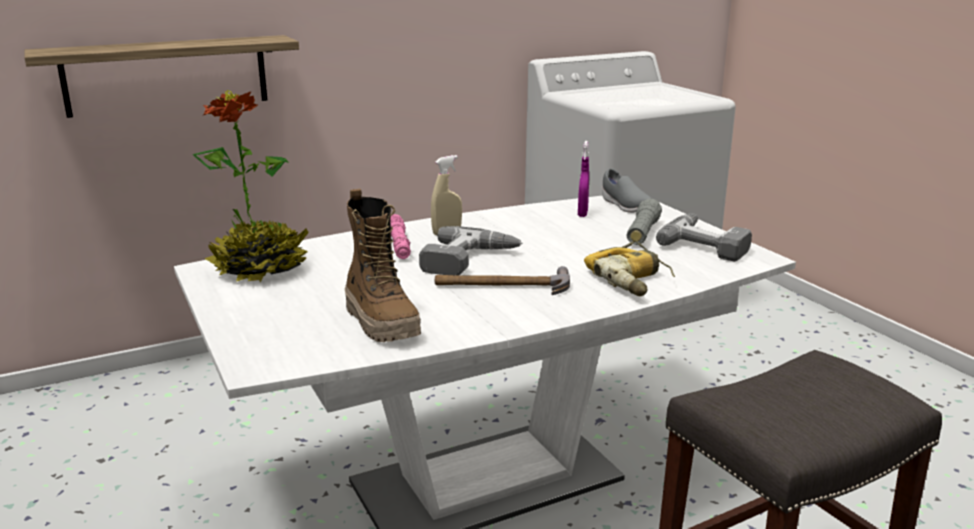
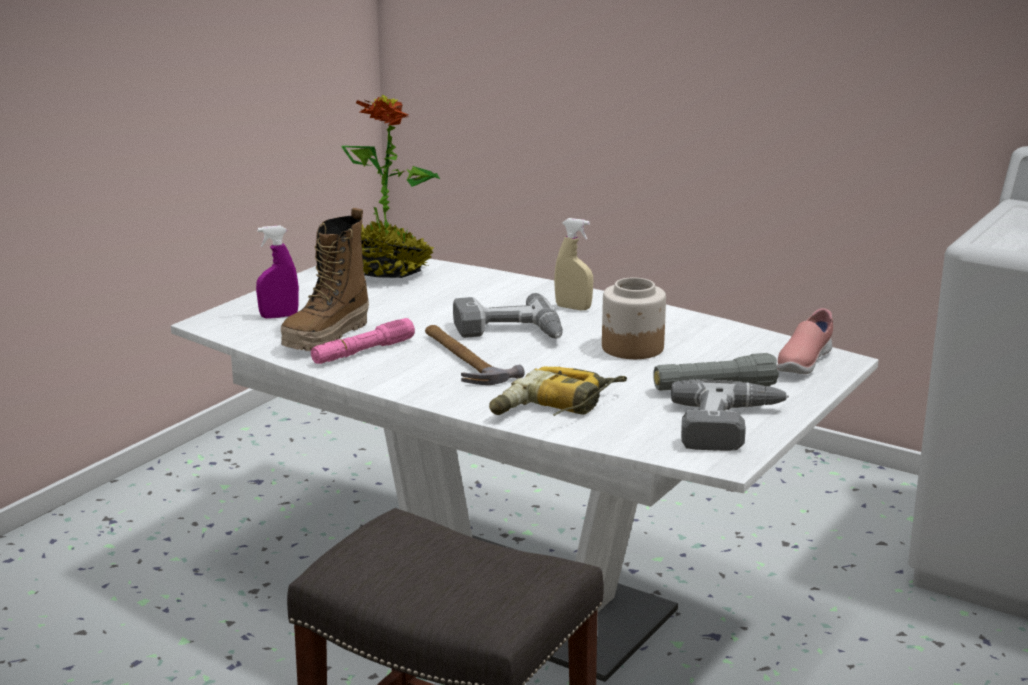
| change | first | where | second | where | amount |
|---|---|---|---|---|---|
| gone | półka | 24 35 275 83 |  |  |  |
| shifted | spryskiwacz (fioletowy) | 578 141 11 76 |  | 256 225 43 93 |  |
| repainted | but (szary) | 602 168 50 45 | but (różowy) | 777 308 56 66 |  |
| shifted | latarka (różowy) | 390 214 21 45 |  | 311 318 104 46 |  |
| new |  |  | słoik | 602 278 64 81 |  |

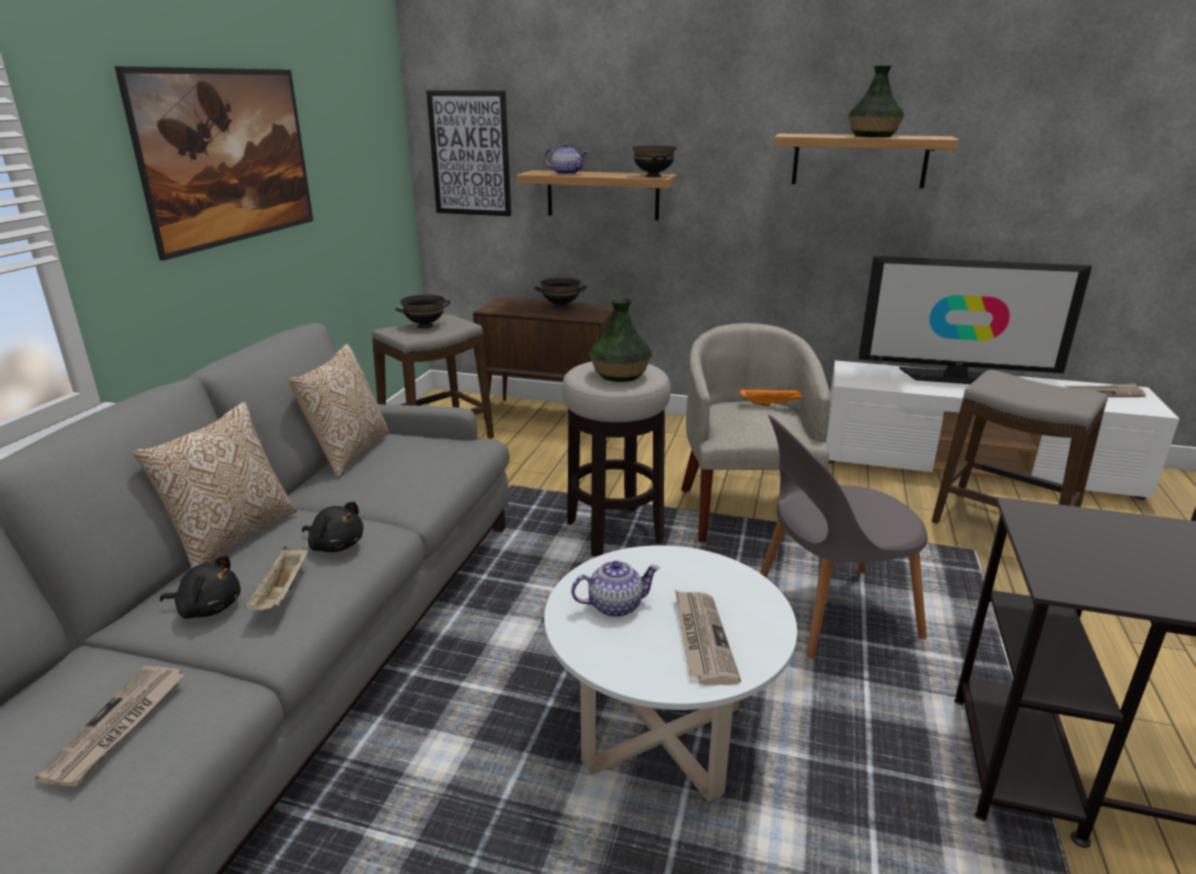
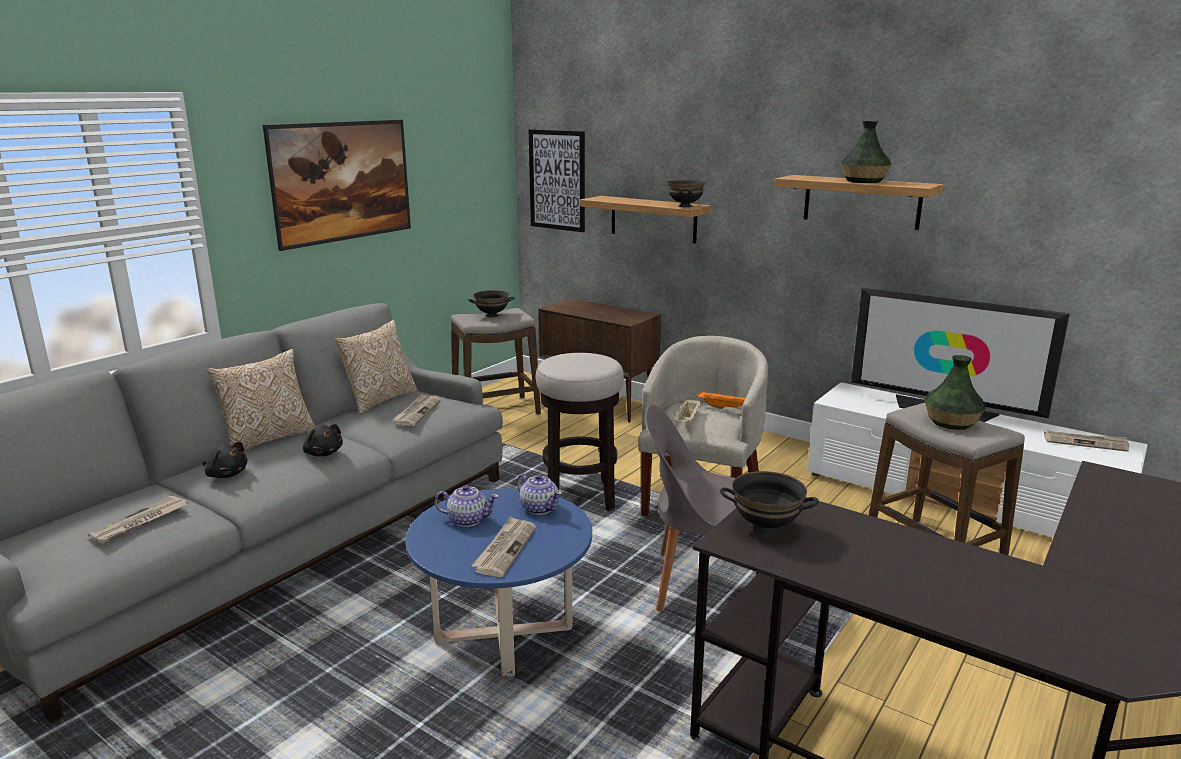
| change | first | where | second | where | amount |
|---|---|---|---|---|---|
| shifted | imbryk | 545 144 43 31 |  | 517 474 45 41 |  |
| shifted | miska (czarny) | 534 277 53 32 |  | 720 471 99 64 |  |
| shifted | wazon | 589 298 63 84 |  | 924 355 62 75 |  |
| repainted | ława (biały) | 544 545 253 257 | ława (niebieski) | 405 489 187 188 |  |
| shifted | taca (beżowy) | 245 546 63 64 |  | 673 398 28 24 |  |
| new |  |  | gazeta | 392 394 49 32 |  |

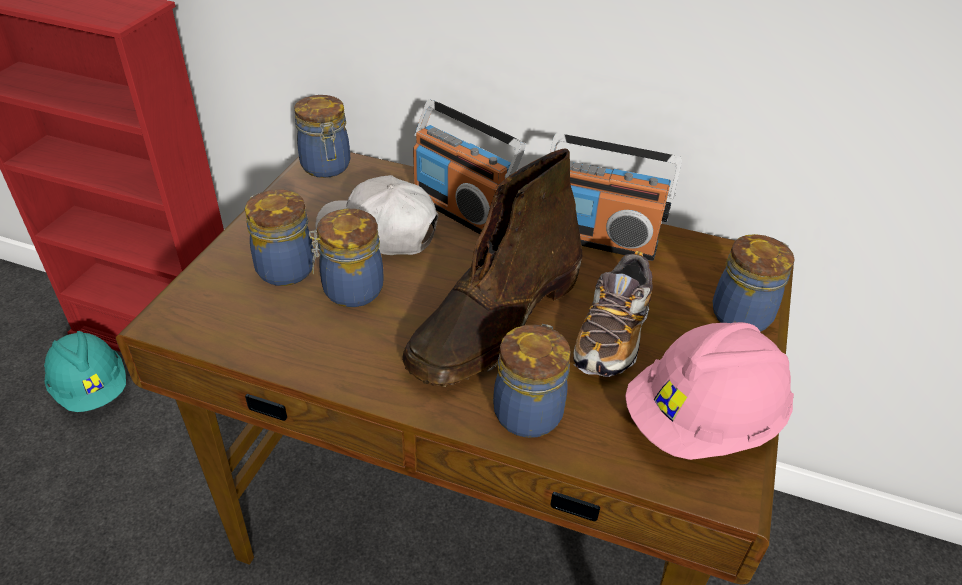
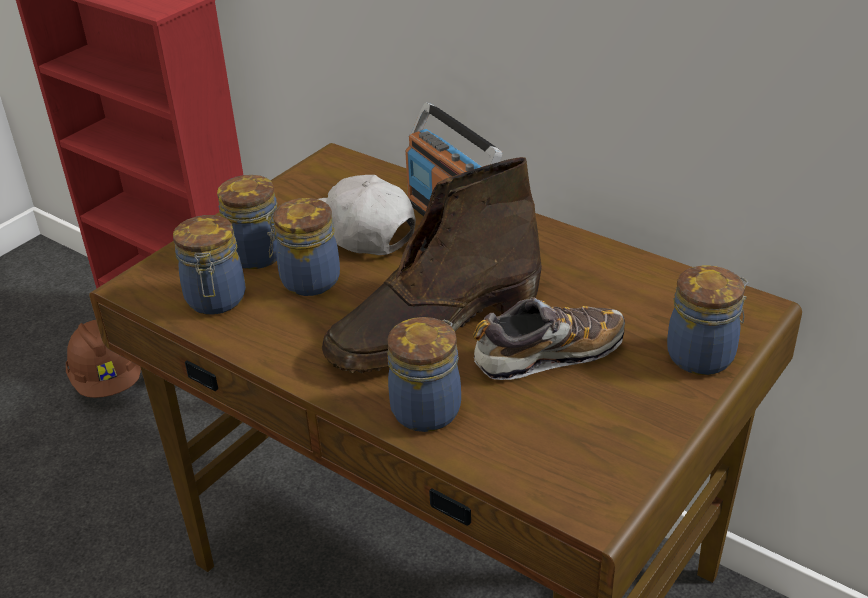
| change | first | where | second | where | amount |
|---|---|---|---|---|---|
| shifted | słoik | 294 95 56 83 |  | 173 215 73 100 |  |
| gone | radio | 550 133 132 128 |  |  |  |
| rotated | but | 573 251 80 126 |  | 473 297 152 83 | 150 degrees counterclockwise |
| gone | kask (różowy) | 625 322 169 138 |  |  |  |
| repainted | kask (turkusowy) | 44 331 82 81 | kask (brązowy) | 66 320 75 78 |  |

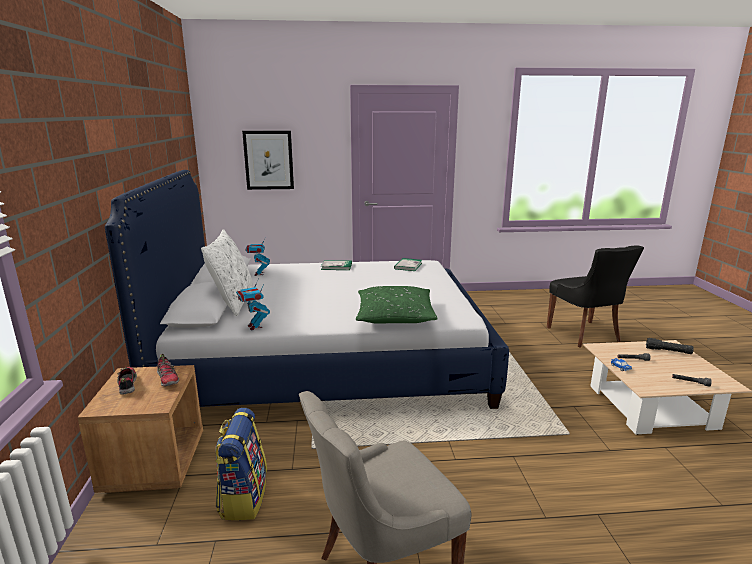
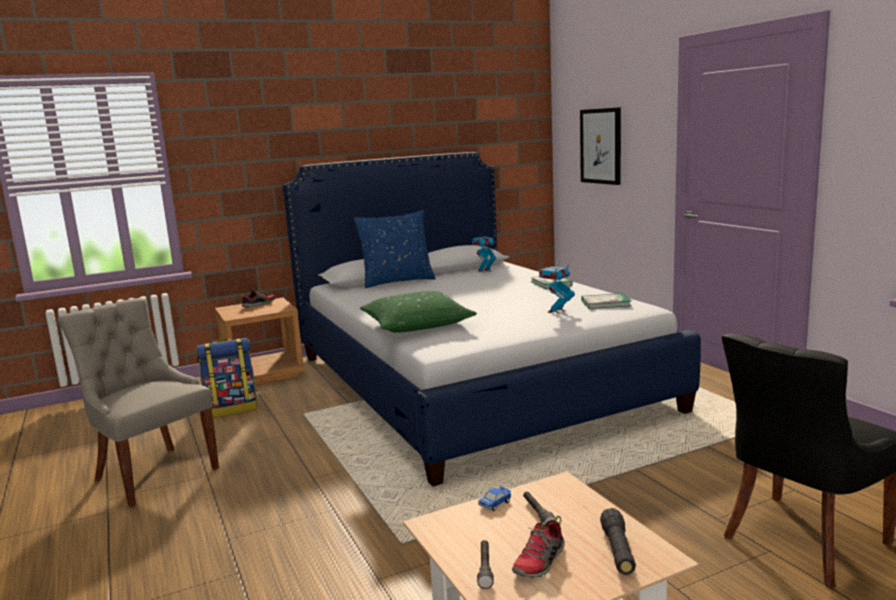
| change | first | where | second | where | amount |
|---|---|---|---|---|---|
| repainted | poduszka (biały) | 201 229 52 87 | poduszka (niebieski) | 354 210 82 78 |  |
| shifted | robot zabawkowy | 236 278 34 52 |  | 539 259 36 55 |  |
| shifted | but | 157 354 22 32 |  | 512 516 53 62 |  |

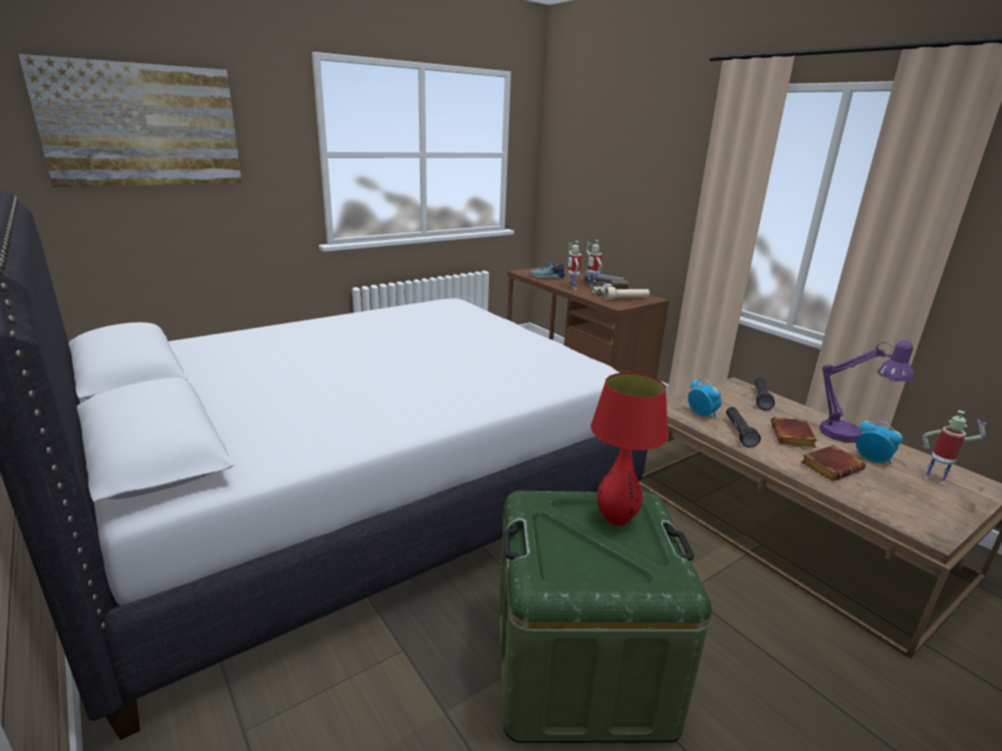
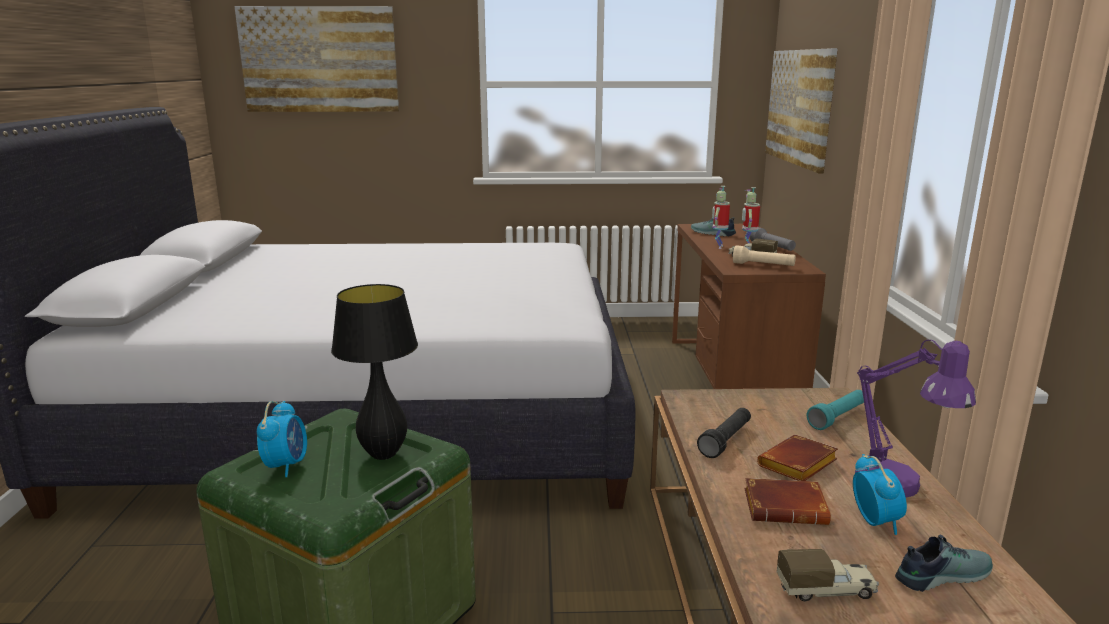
| change | first | where | second | where | amount |
|---|---|---|---|---|---|
| repainted | lampa stołowa (czerwony) | 591 373 77 153 | lampa stołowa (czarny) | 331 284 87 176 |  |
| repainted | latarka (czarny) | 755 378 20 32 | latarka (turkusowy) | 807 390 57 40 |  |
| shifted | budzik | 688 379 34 40 |  | 257 401 50 76 |  |
| swapped | robot zabawkowy | 922 410 64 75 | but | 895 535 98 57 |  |
| new |  |  | obraz | 765 48 73 126 |  |
| new |  |  | ciężarówka zabawkowa | 777 549 102 52 |  |

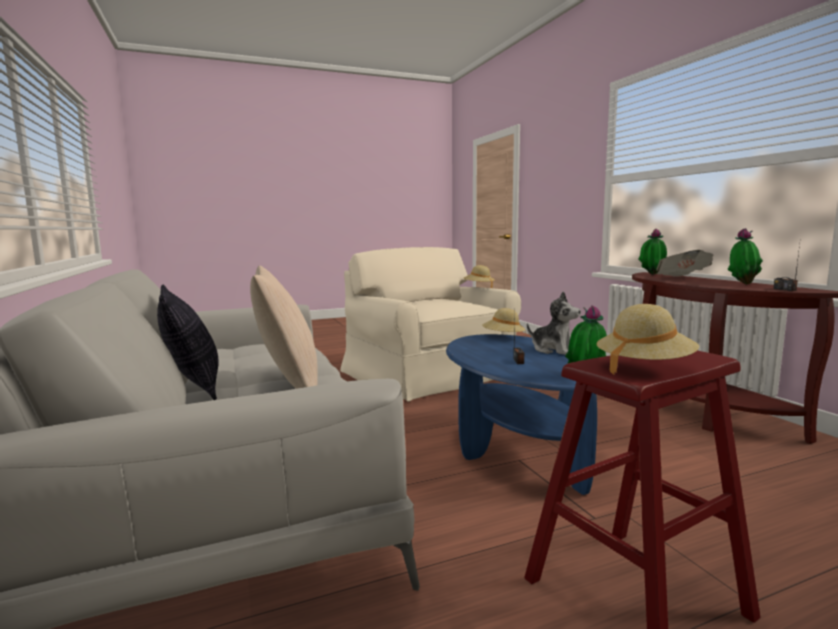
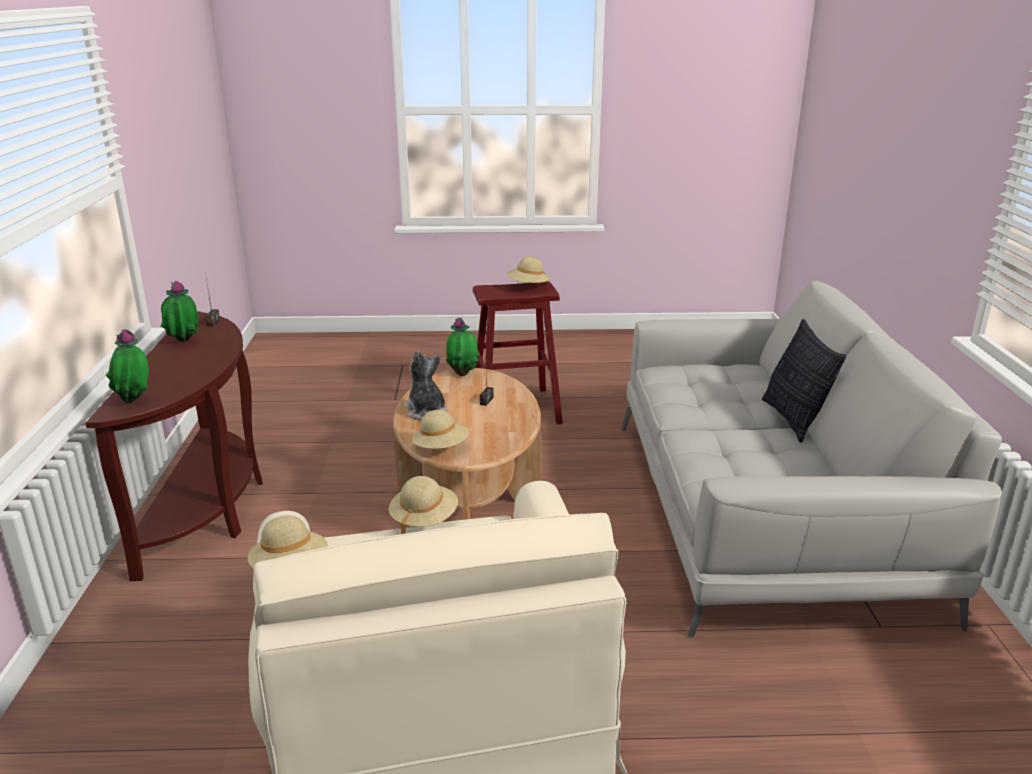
| change | first | where | second | where | amount |
|---|---|---|---|---|---|
| gone | gazeta | 656 250 57 27 |  |  |  |
| gone | poduszka (beżowy) | 250 266 68 123 |  |  |  |
| repainted | ława (niebieski) | 446 334 151 161 | ława (brązowy) | 393 368 149 152 |  |
| new |  |  | kapelusz (beżowy) | 389 476 69 58 |  |

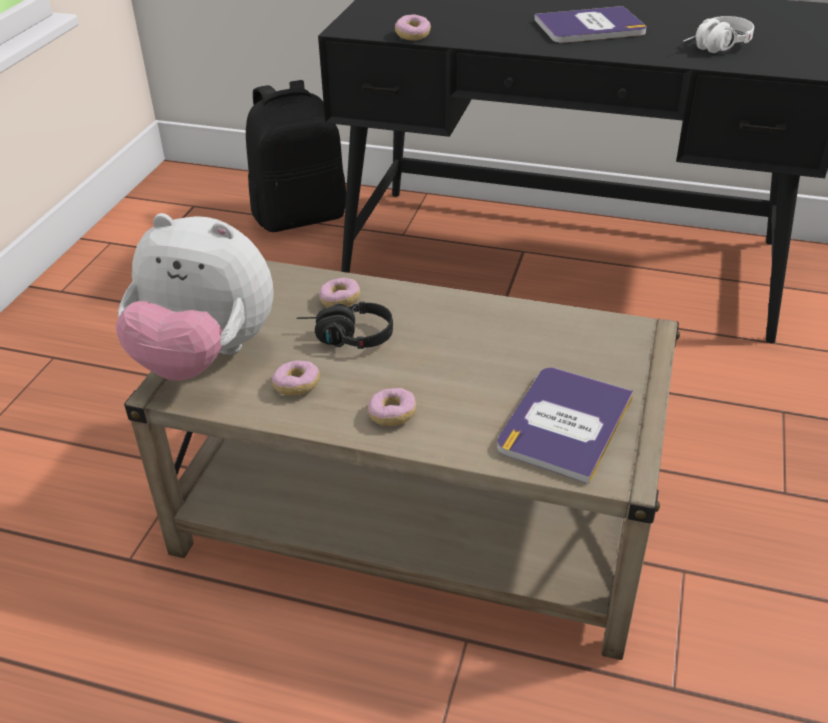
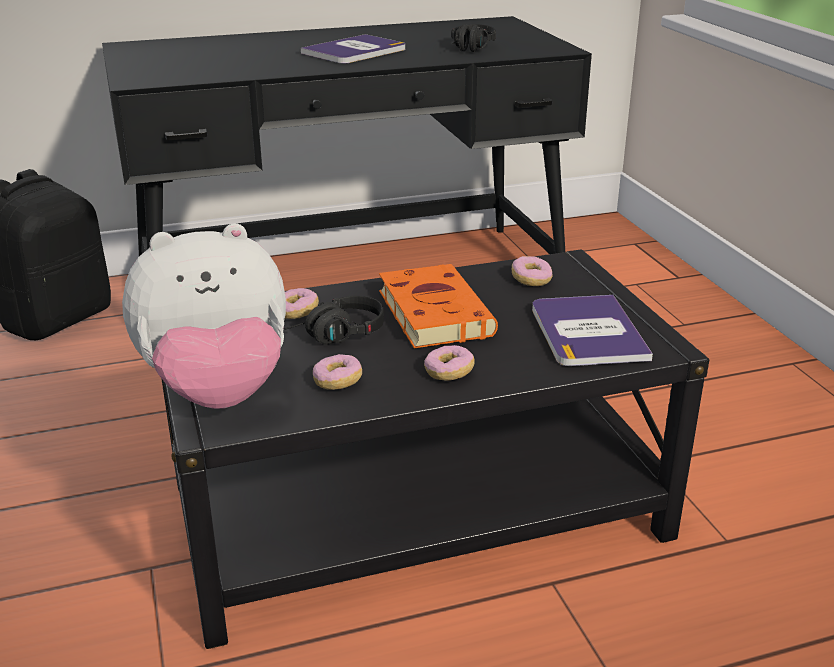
| change | first | where | second | where | amount |
|---|---|---|---|---|---|
| shifted | donut | 395 14 36 27 |  | 512 256 40 30 |  |
| repainted | słuchawki (biały) | 683 16 71 37 | słuchawki (czarny) | 451 24 45 28 |  |
| repainted | ława (beżowy) | 124 260 556 400 | ława (czarny) | 161 250 549 399 |  |
| new |  |  | książka (pomarańczowy) | 379 264 119 84 |  |

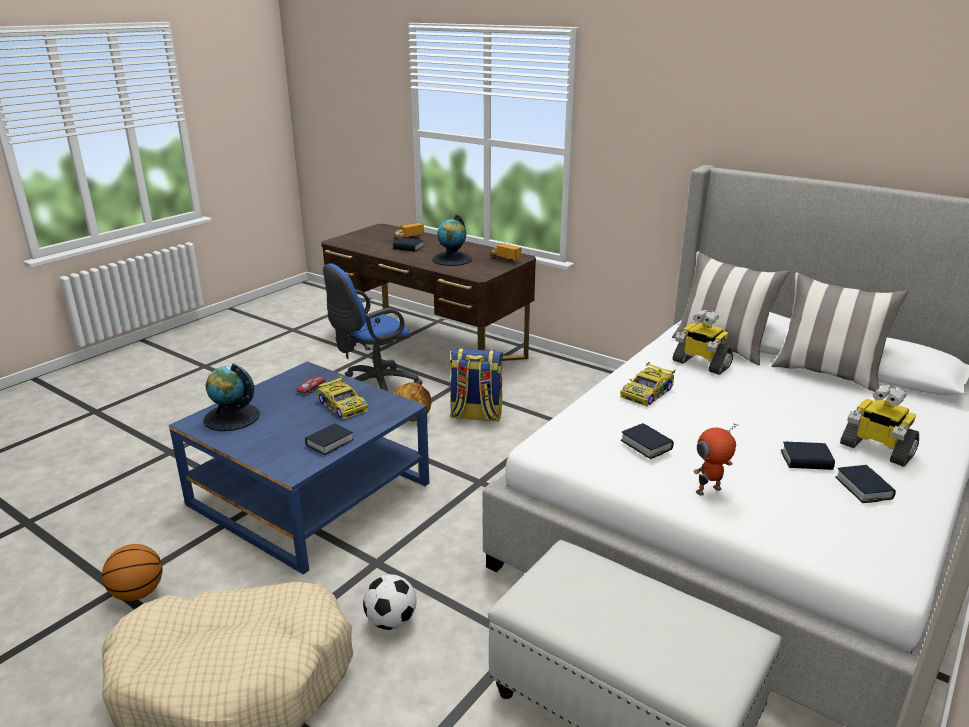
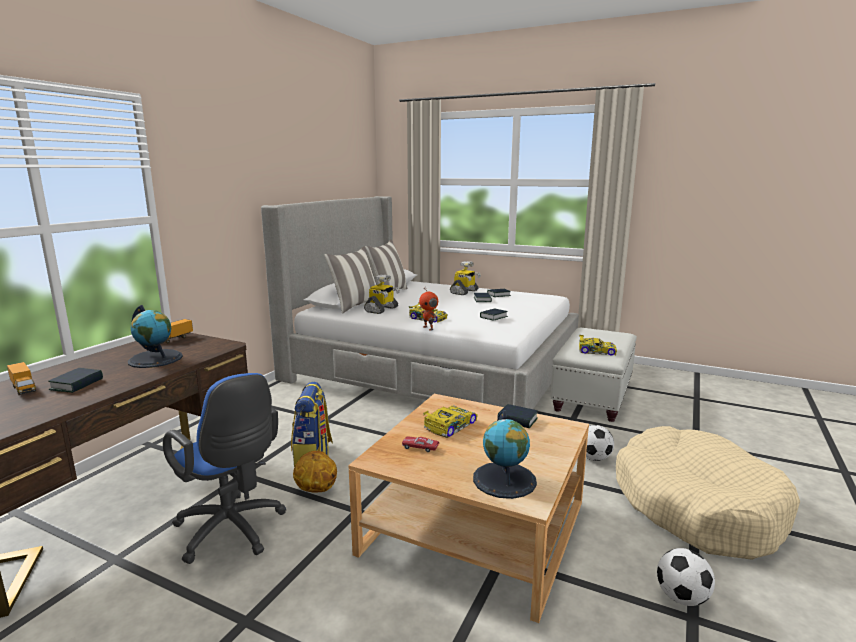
| change | first | where | second | where | amount |
|---|---|---|---|---|---|
| repainted | ława (niebieski) | 169 361 260 214 | ława (beżowy) | 348 394 241 229 |  |
| shifted | robot zabawkowy | 694 423 44 73 |  | 419 287 19 44 |  |
| swapped | piłka do koszykówki | 102 544 61 57 | piłka futbolowa | 657 548 58 58 |  |
| new |  |  | samochodzik | 579 335 38 21 |  |

